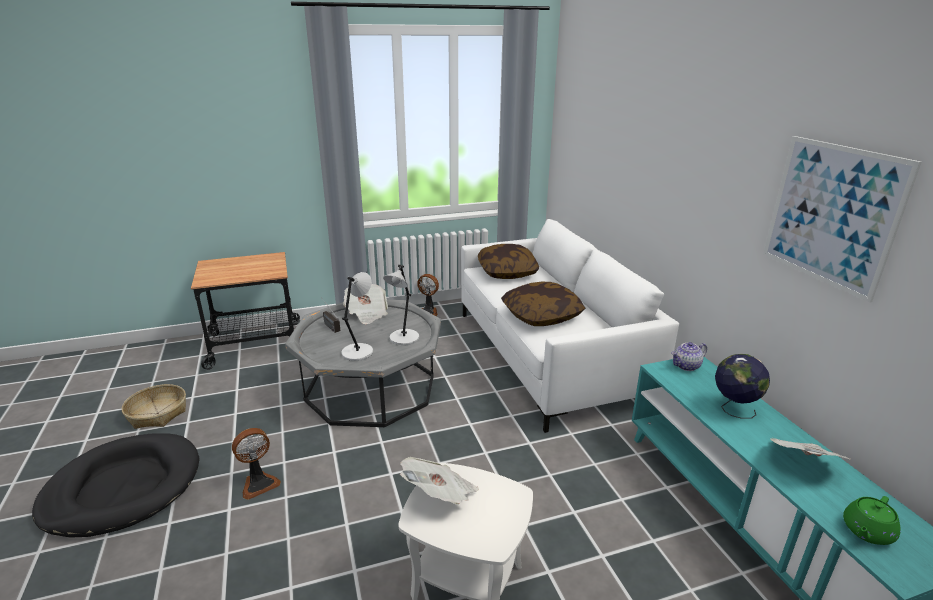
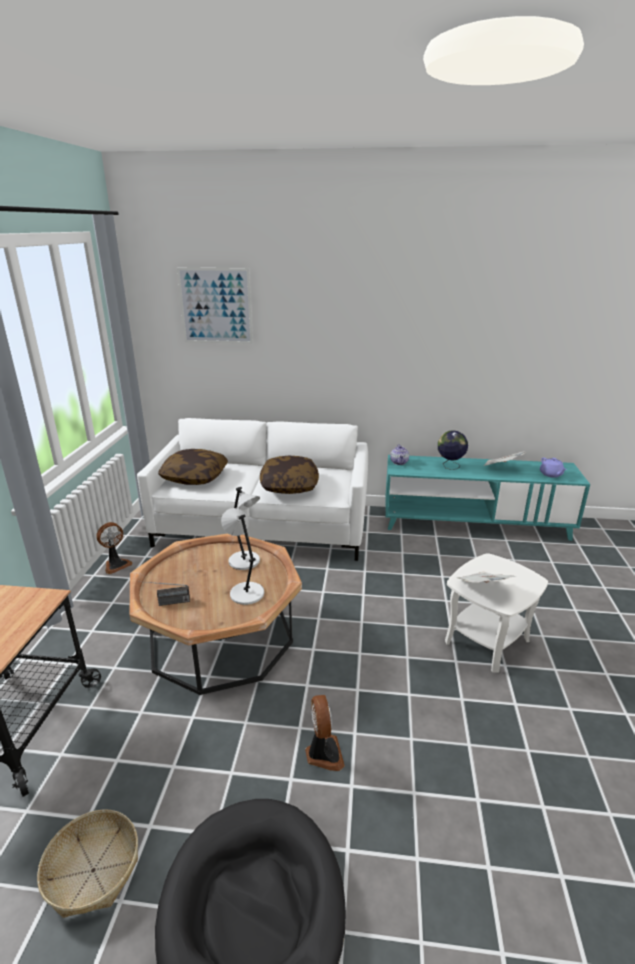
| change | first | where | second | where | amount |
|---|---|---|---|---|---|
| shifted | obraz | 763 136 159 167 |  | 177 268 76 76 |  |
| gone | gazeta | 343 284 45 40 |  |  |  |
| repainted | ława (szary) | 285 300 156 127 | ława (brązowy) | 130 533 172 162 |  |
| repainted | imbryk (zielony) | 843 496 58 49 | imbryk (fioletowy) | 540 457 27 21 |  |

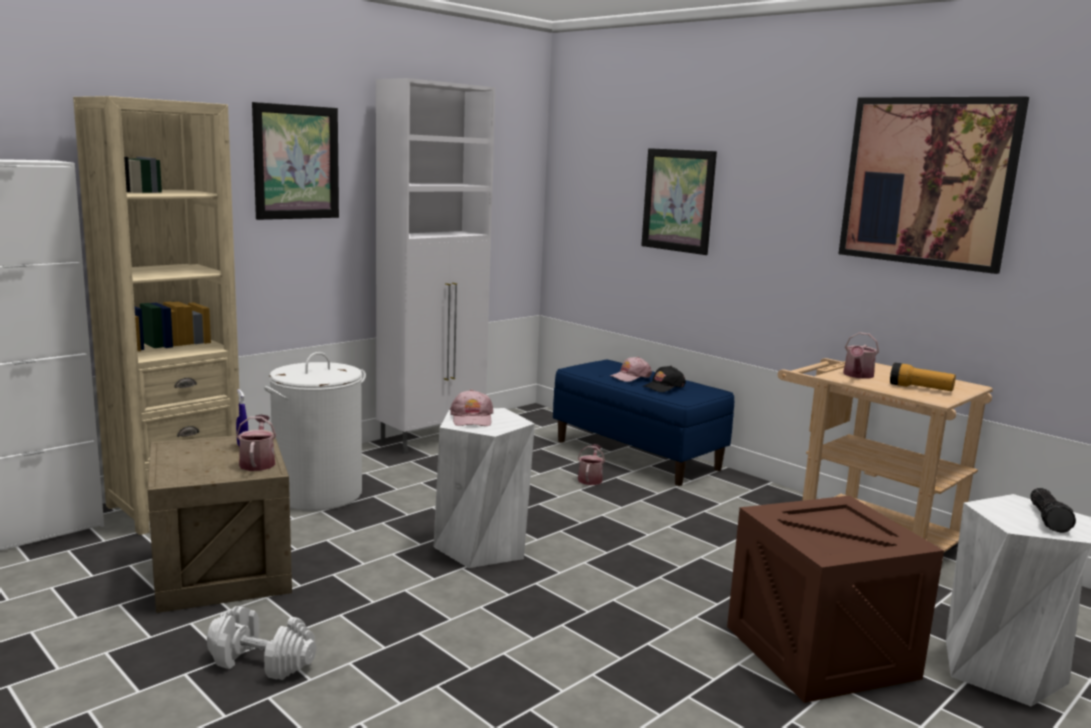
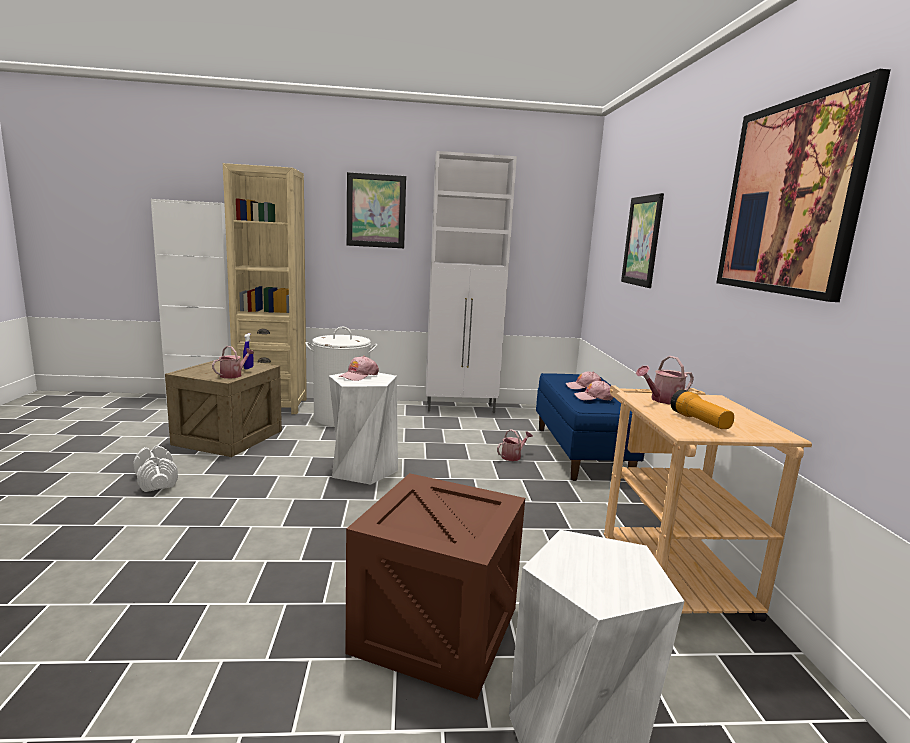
| change | first | where | second | where | amount |
|---|---|---|---|---|---|
| repainted | czapka z daszkiem (czarny) | 642 366 44 26 | czapka z daszkiem (różowy) | 574 381 40 20 |  |
| gone | latarka | 1030 488 46 45 |  |  |  |

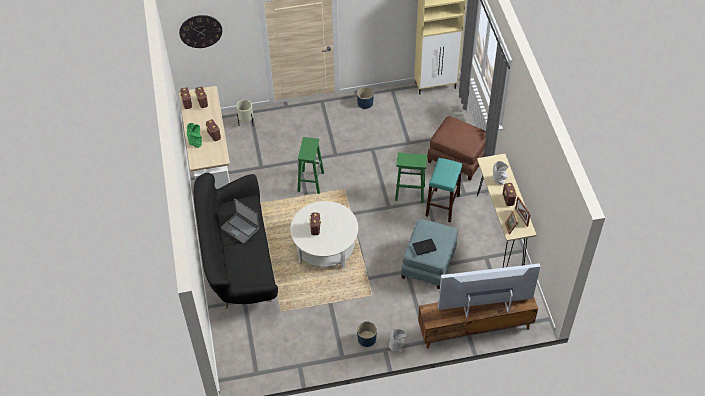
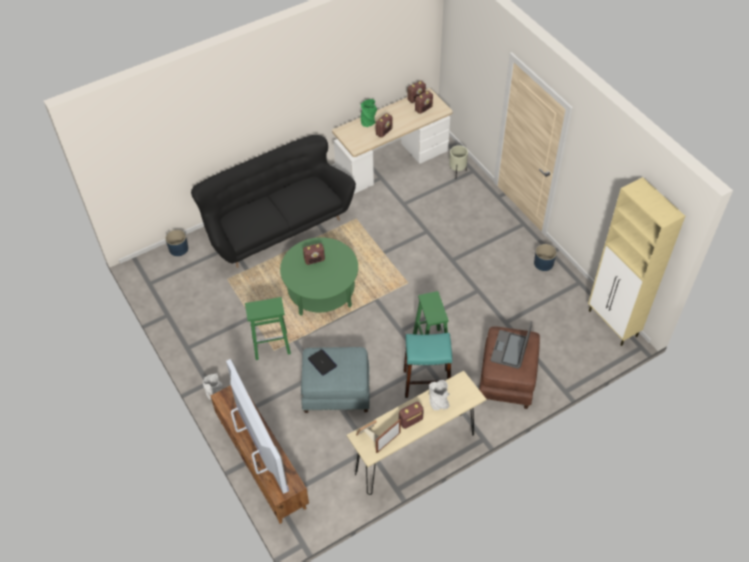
| change | first | where | second | where | amount |
|---|---|---|---|---|---|
| gone | zegar ścienny | 179 15 43 33 |  |  |  |
| shifted | stołek (zielony) | 298 137 26 57 |  | 245 297 46 63 |  |
| shifted | laptop | 221 199 39 45 |  | 491 321 41 48 |  |
| repainted | ława (biały) | 290 201 68 68 | ława (zielony) | 280 237 78 79 |  |
| shifted | donica (niebieski) | 357 321 20 26 |  | 165 230 23 26 |  |

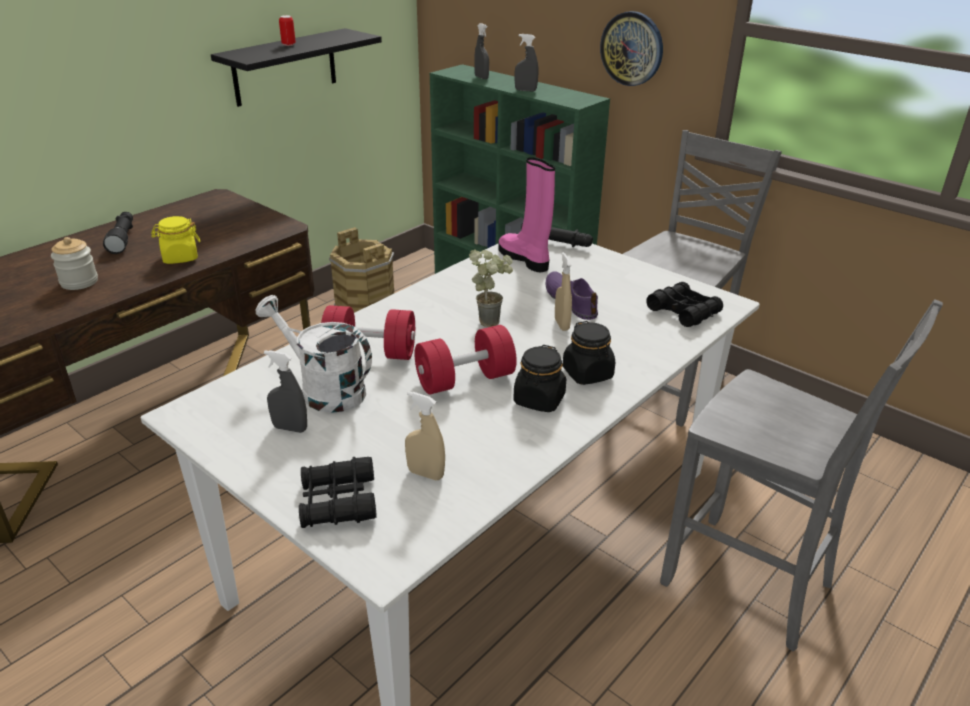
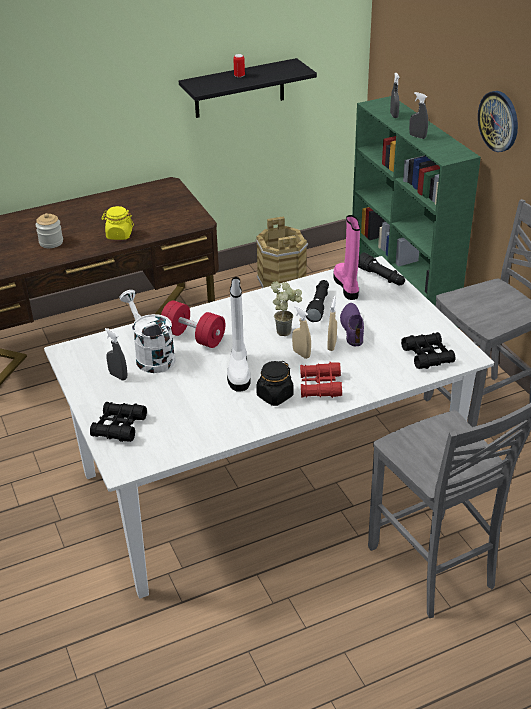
| change | first | where | second | where | amount |
|---|---|---|---|---|---|
| shifted | latarka (czarny) | 103 212 30 42 |  | 306 280 23 42 |  |
| swapped | słoik (czarny) | 563 321 52 64 | lornetka (czerwony) | 300 362 42 36 |  |
| swapped | hantel (czerwony) | 414 325 103 69 | but z cholewką (biały) | 227 277 24 114 |  |
| shifted | spryskiwacz (beżowy) | 405 391 40 89 |  | 292 306 19 53 |  |

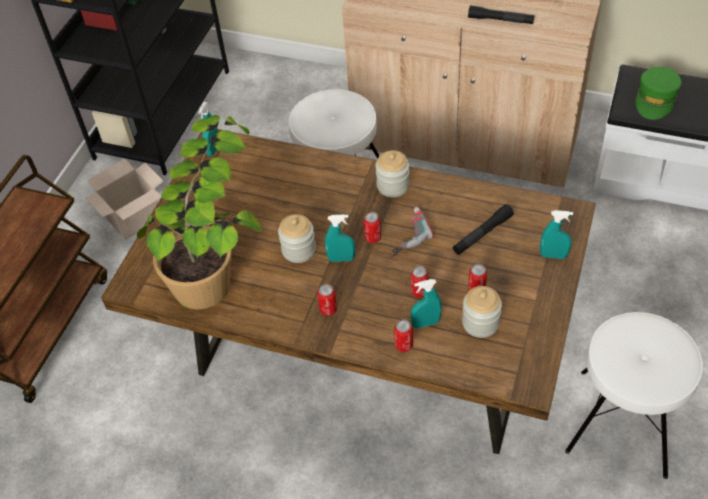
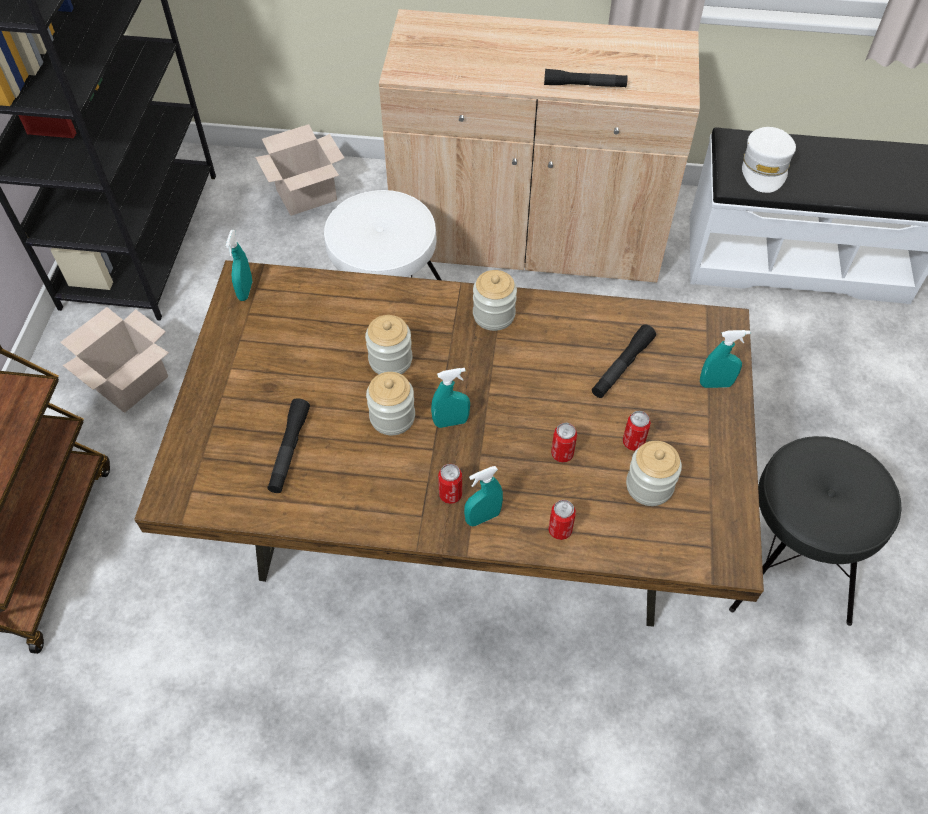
| change | first | where | second | where | amount |
|---|---|---|---|---|---|
| repainted | czapka z daszkiem (zielony) | 635 67 46 53 | czapka z daszkiem (biały) | 742 127 54 66 |  |
| swapped | roślina doniczkowa | 137 115 127 194 | latarka (czarny) | 267 398 43 95 |  |
| gone | wiertarka | 390 206 43 52 |  |  |  |
| gone | puszka | 363 212 18 31 |  |  |  |
| shifted | spryskiwacz (turkusowy) | 411 279 31 49 |  | 464 466 39 60 |  |
| repainted | stołek (biały) | 565 312 138 167 | stołek (czarny) | 729 436 173 190 |  |
| new |  |  | karton | 255 124 89 92 |  |
| new |  |  | słoik | 365 315 47 59 |  |

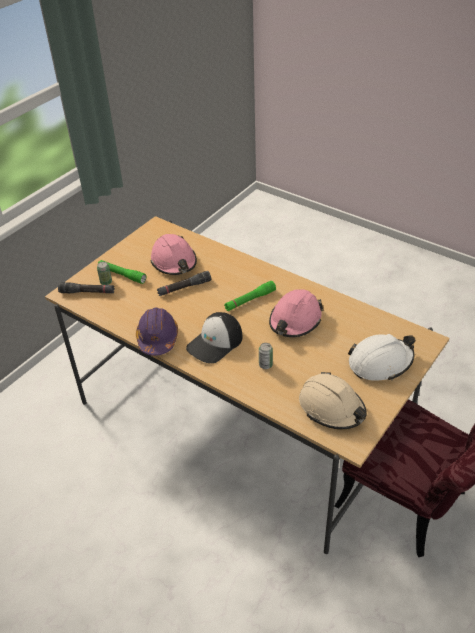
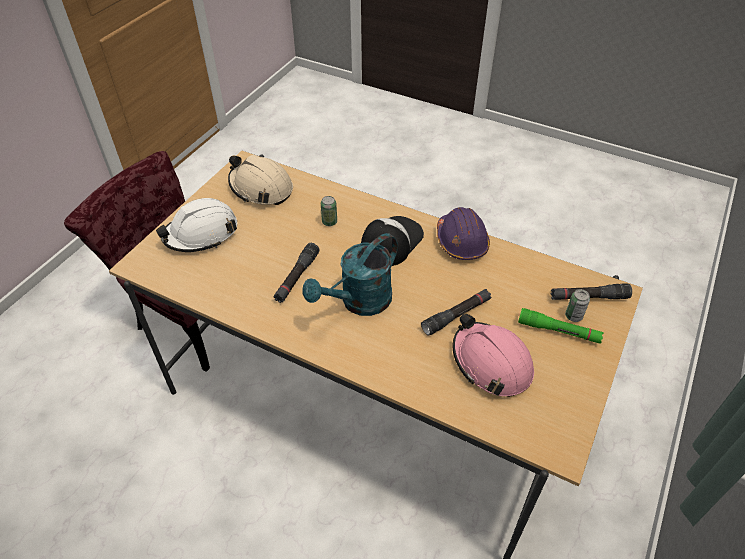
| change | first | where | second | where | amount |
|---|---|---|---|---|---|
| swapped | latarka (zielony) | 224 281 52 30 | konewka (turkusowy) | 302 233 96 83 |  |
| swapped | kask (różowy) | 269 289 55 48 | latarka (czarny) | 273 243 47 60 |  |

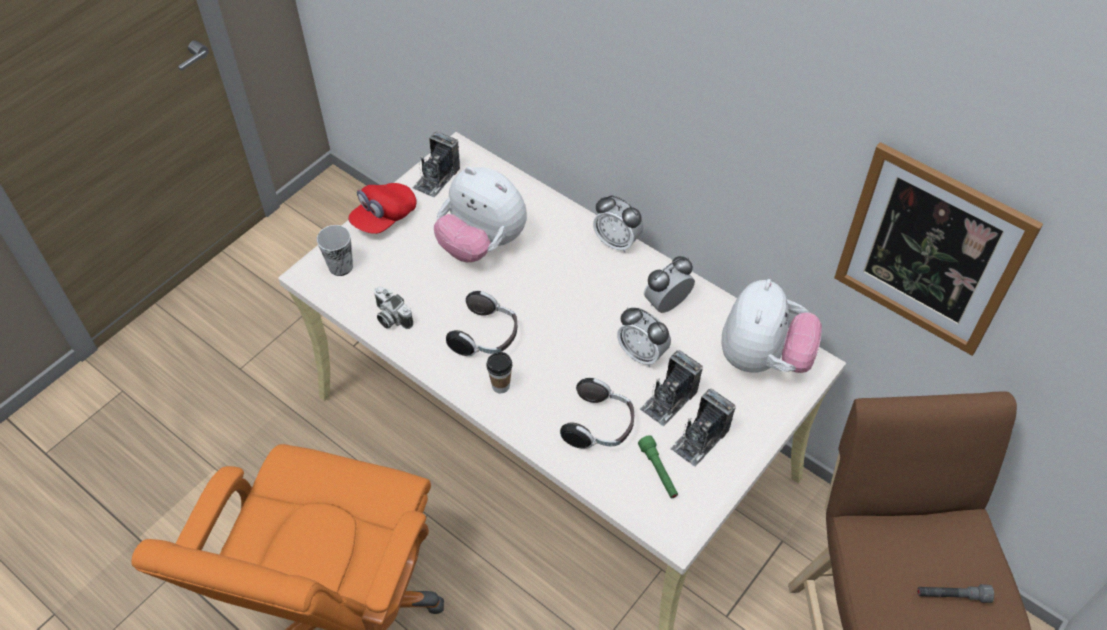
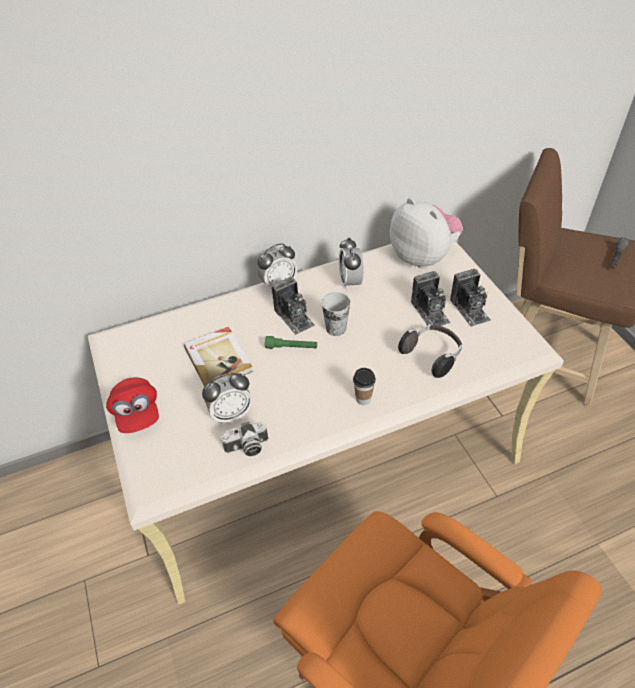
| change | first | where | second | where | amount |
|---|---|---|---|---|---|
| shifted | aparat fotograficzny | 412 132 48 65 |  | 272 277 43 58 |  |
| gone | obraz | 834 142 209 214 |  |  |  |
| swapped | pluszak | 434 167 93 95 | książka | 184 327 69 60 |  |
| shifted | filiżanka | 317 225 36 51 |  | 321 292 29 44 |  |
| gone | słuchawki | 446 291 71 65 |  |  |  |
| shifted | budzik | 617 308 54 59 |  | 202 373 51 51 |  |
| shifted | latarka (zielony) | 638 435 40 63 |  | 265 336 52 13 |  |

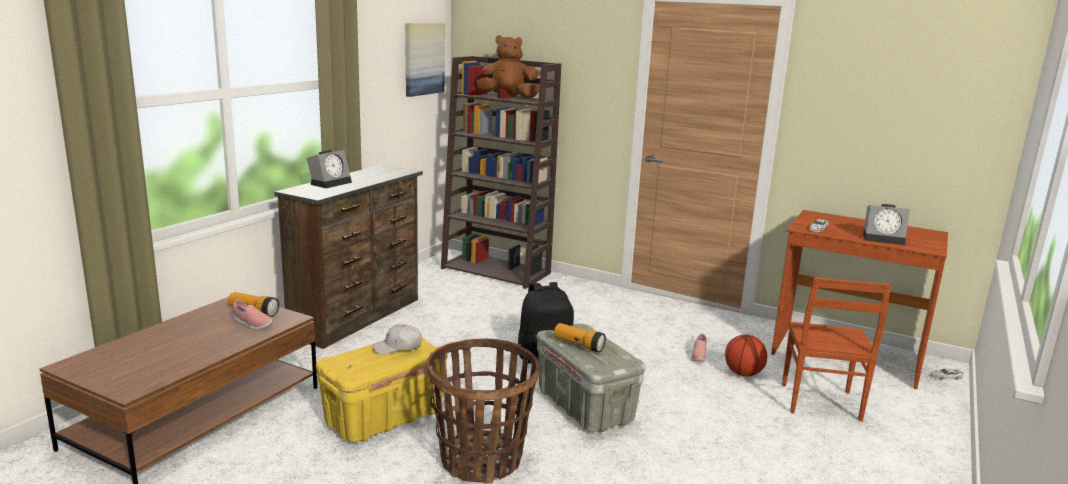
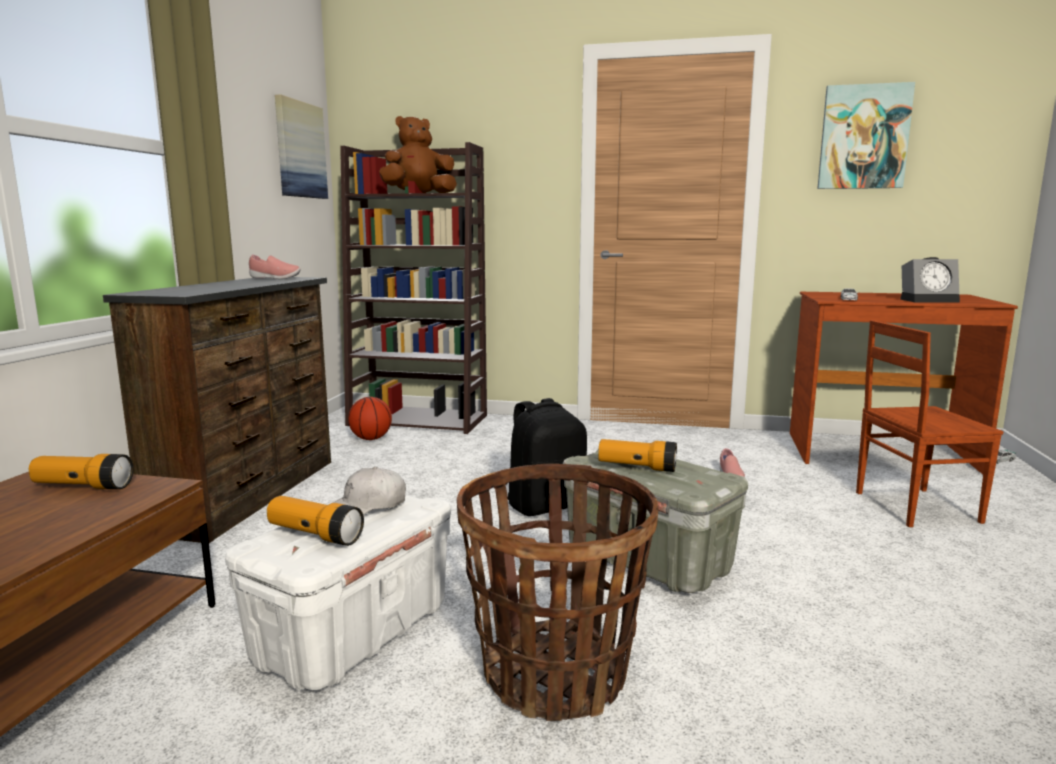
| change | first | where | second | where | amount |
|---|---|---|---|---|---|
| gone | budzik | 307 150 45 38 |  |  |  |
| rotated | krzesło (brązowy) | 782 277 109 145 |  | 856 320 147 207 | 90 degrees clockwise |
| shifted | but (różowy) | 233 300 40 30 |  | 249 254 52 25 |  |
| shifted | piłka do koszykówki | 725 335 42 42 |  | 348 397 44 43 |  |
| repainted | pojemnik do przechowywania (żółty) | 316 337 131 105 | pojemnik do przechowywania (biały) | 225 495 226 196 |  |
| new |  |  | obraz | 817 82 98 107 |  |
| new |  |  | latarka | 267 496 97 50 |  |

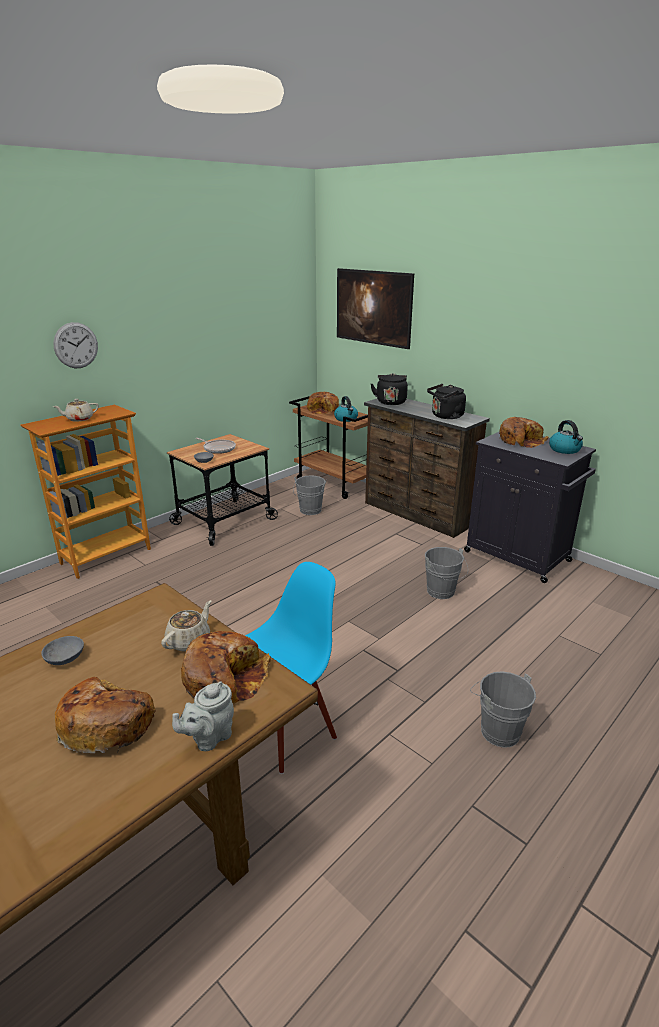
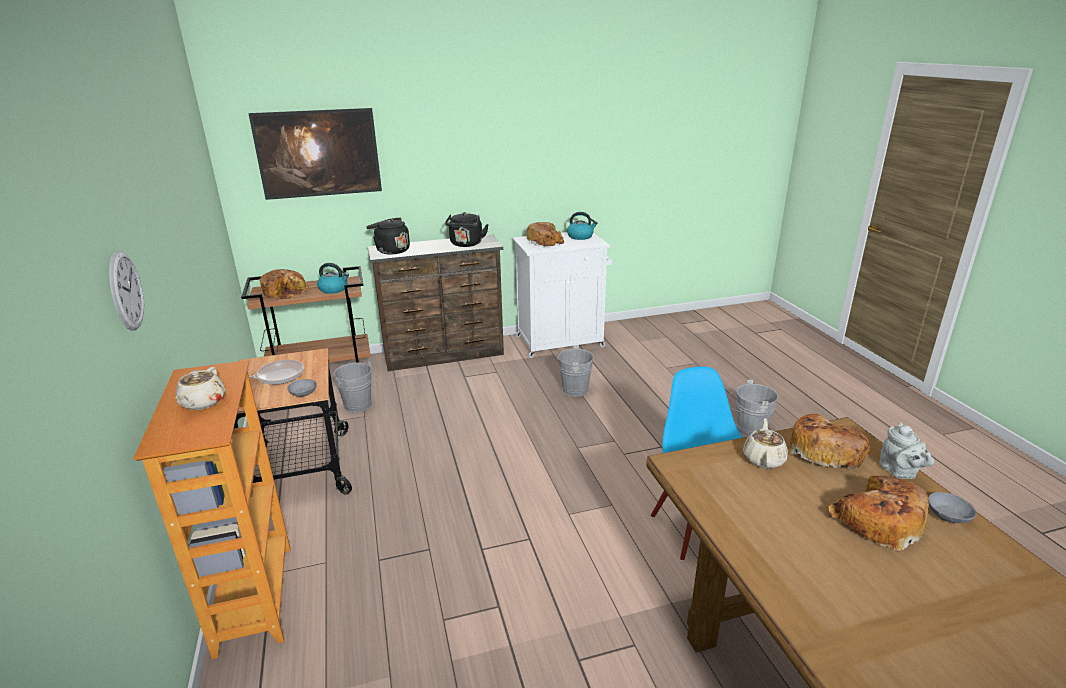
| change | first | where | second | where | amount |
|---|---|---|---|---|---|
| repainted | szafka (czarny) | 464 431 132 152 | szafka (biały) | 512 232 100 126 |  |
| rotated | imbryk (beżowy) | 161 600 50 52 |  | 743 418 45 50 | 45 degrees clockwise |
| shifted | miska (szary) | 41 636 43 29 |  | 928 492 48 31 |  |

